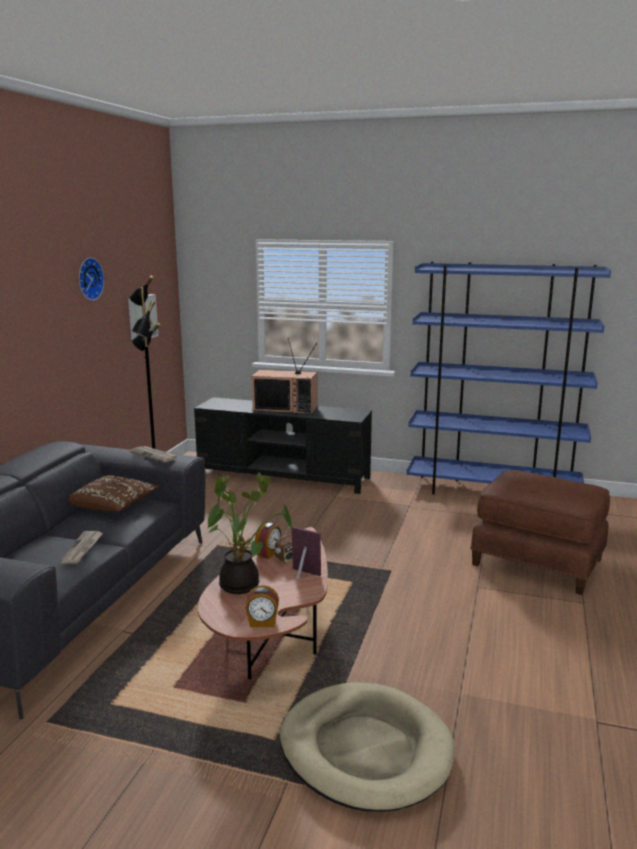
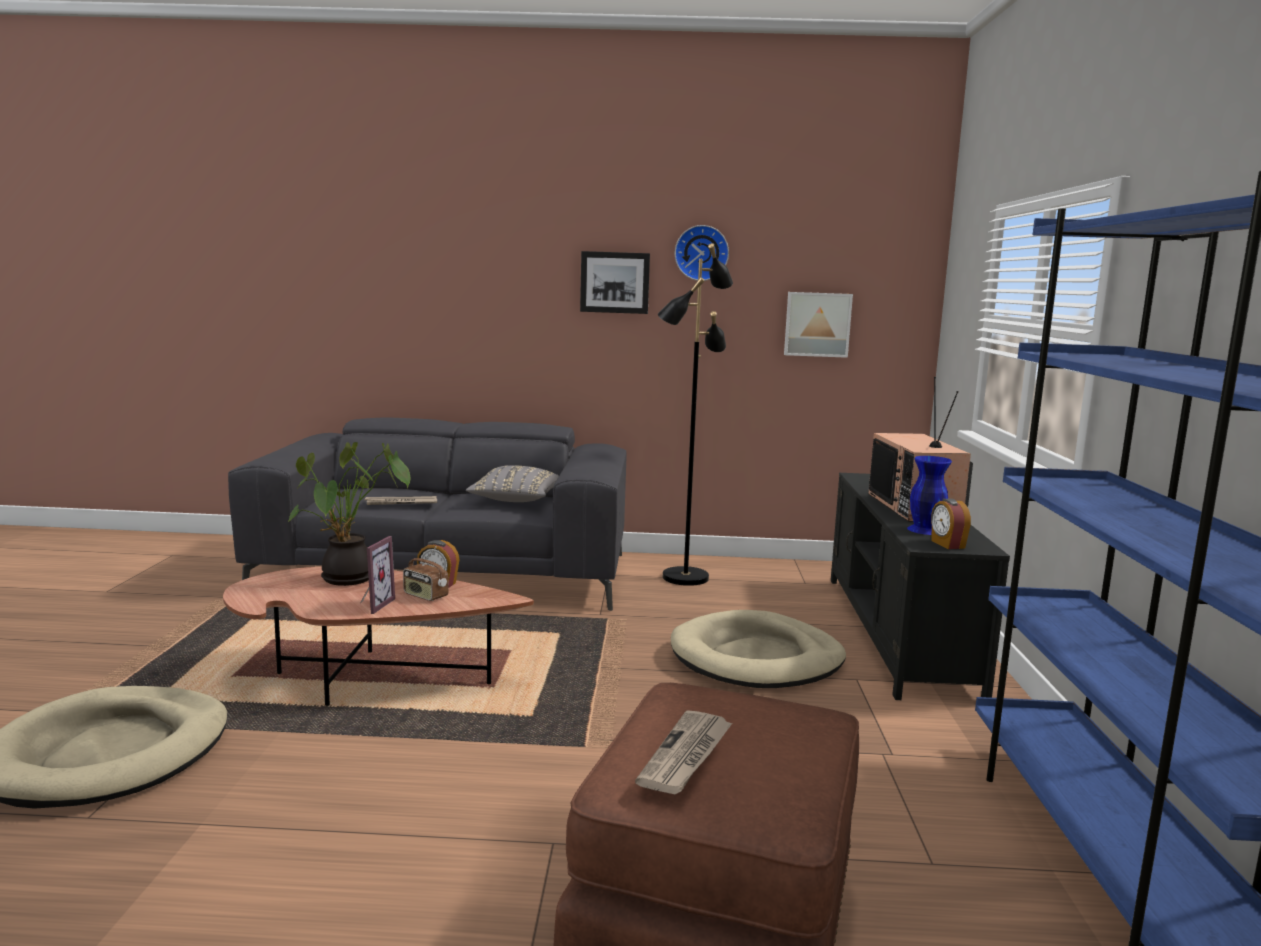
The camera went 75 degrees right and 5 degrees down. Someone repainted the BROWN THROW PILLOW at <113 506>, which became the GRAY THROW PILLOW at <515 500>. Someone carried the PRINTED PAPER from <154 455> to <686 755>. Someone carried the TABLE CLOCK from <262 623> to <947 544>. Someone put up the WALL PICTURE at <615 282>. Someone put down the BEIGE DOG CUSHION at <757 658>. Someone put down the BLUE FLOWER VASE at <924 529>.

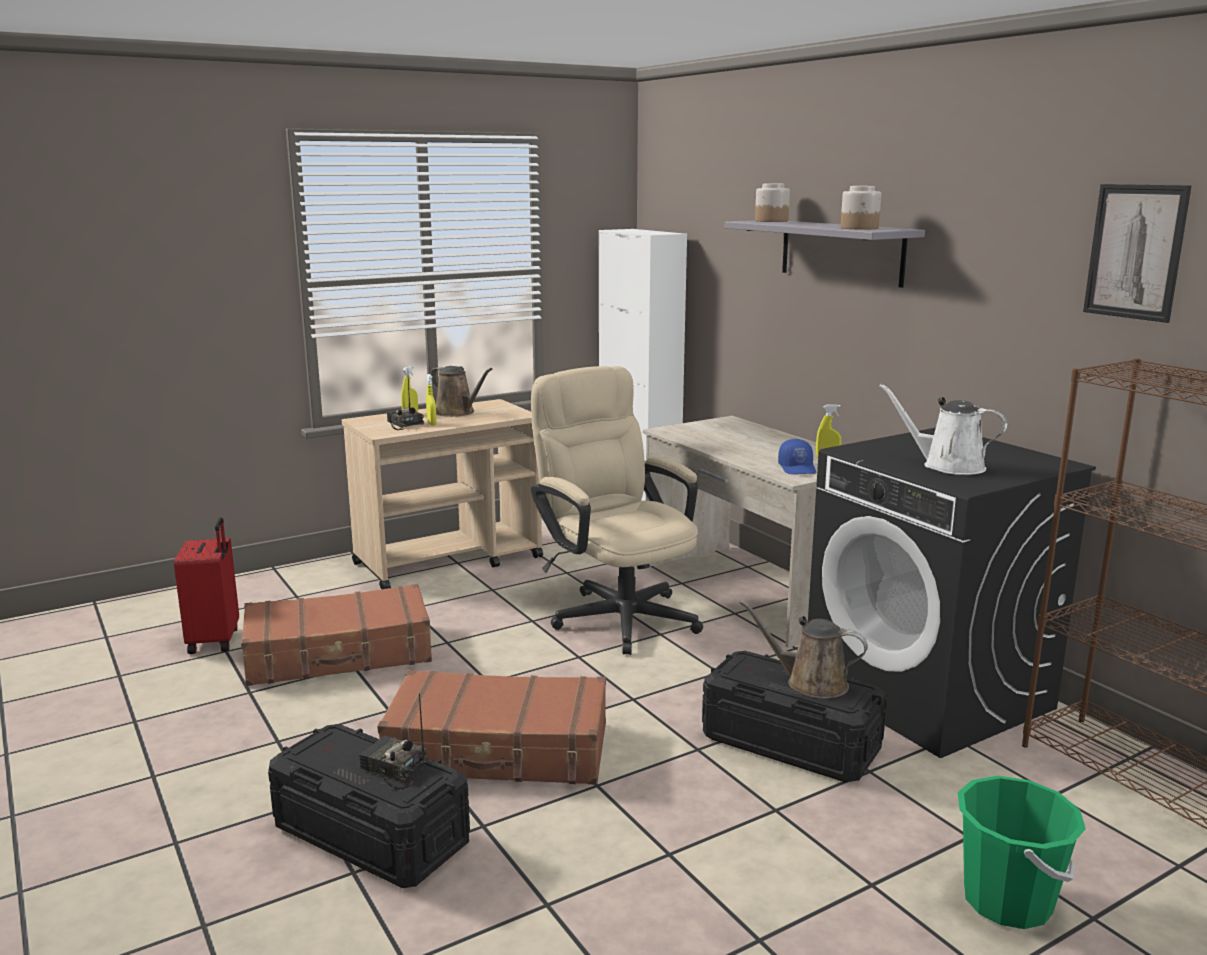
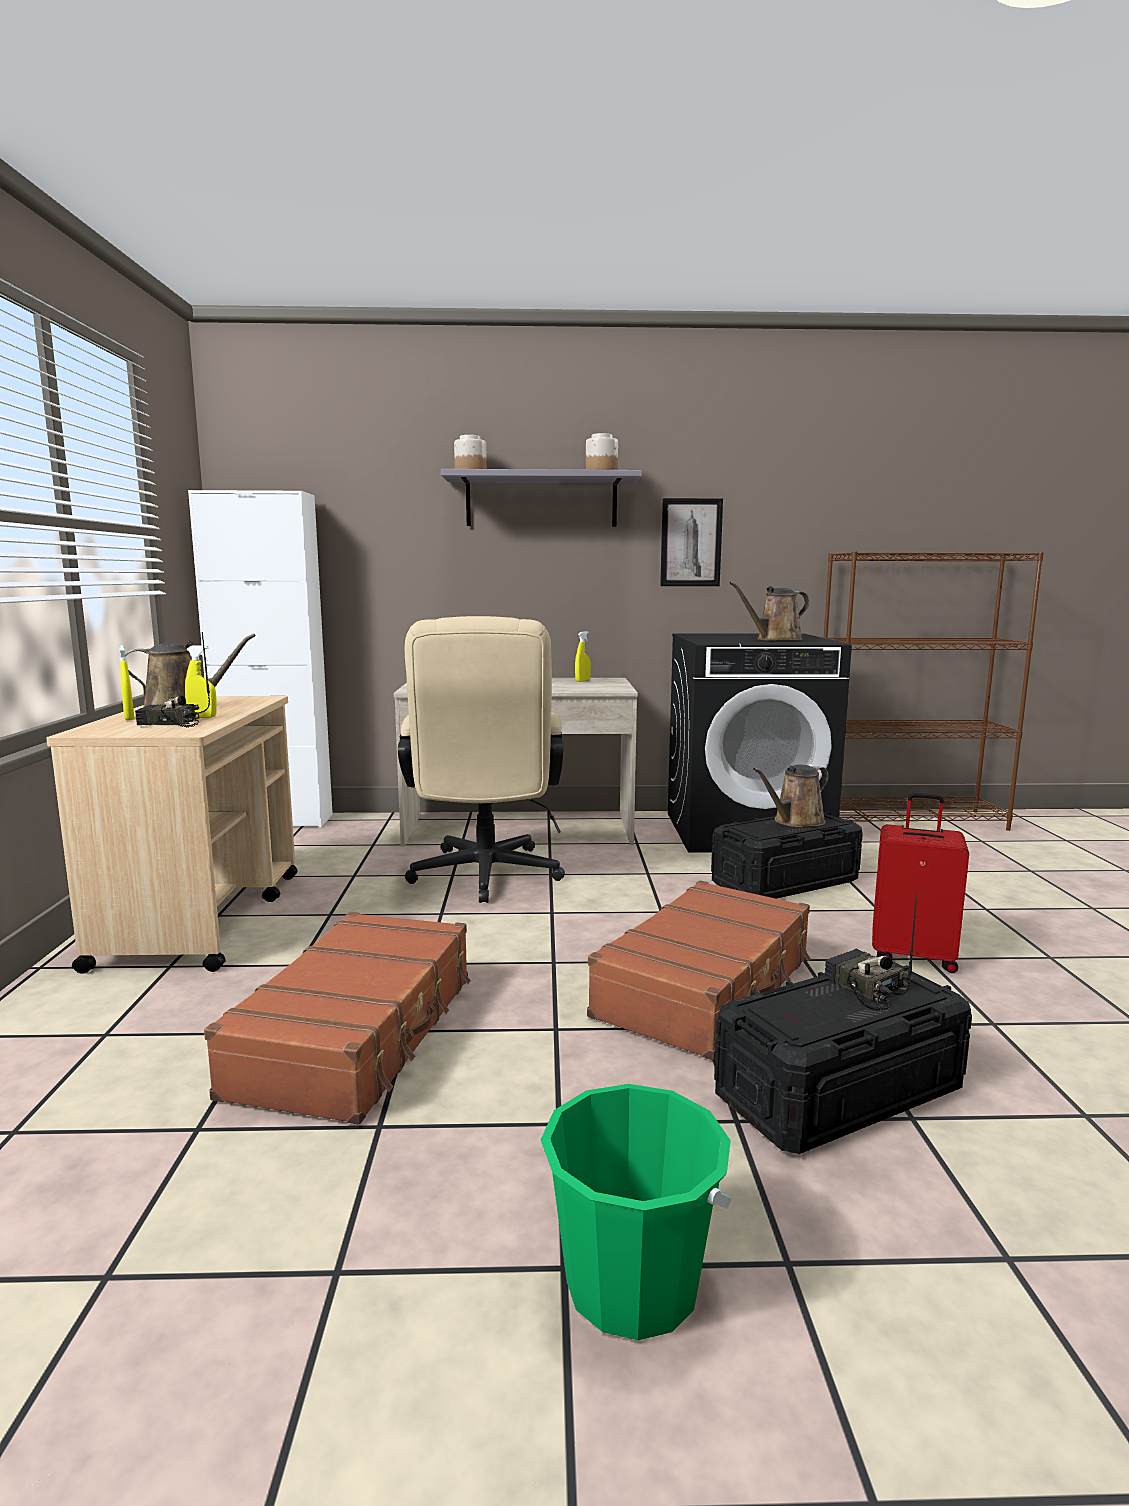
The camera went 60 degrees left and 5 degrees down. Someone carried the REDDISH PIECE OF LUGGAGE from <216 640> to <913 956>. Someone rotated the RADIO at <393 769> by 90 degrees clockwise. Someone rotated the BEIGE COMPUTER CHAIR at <617 614> by 90 degrees counterclockwise. Someone took away the BLUE BASEBALL CAP at <798 468>. Someone repainted the WHITE WATERING CAN at <947 466>, which became the BROWN WATERING CAN at <775 639>. Someone carried the GREEN-COLOURED BUCKET from <1007 901> to <632 1285>. Someone carried the WALL PICTURE from <1135 252> to <691 542>.

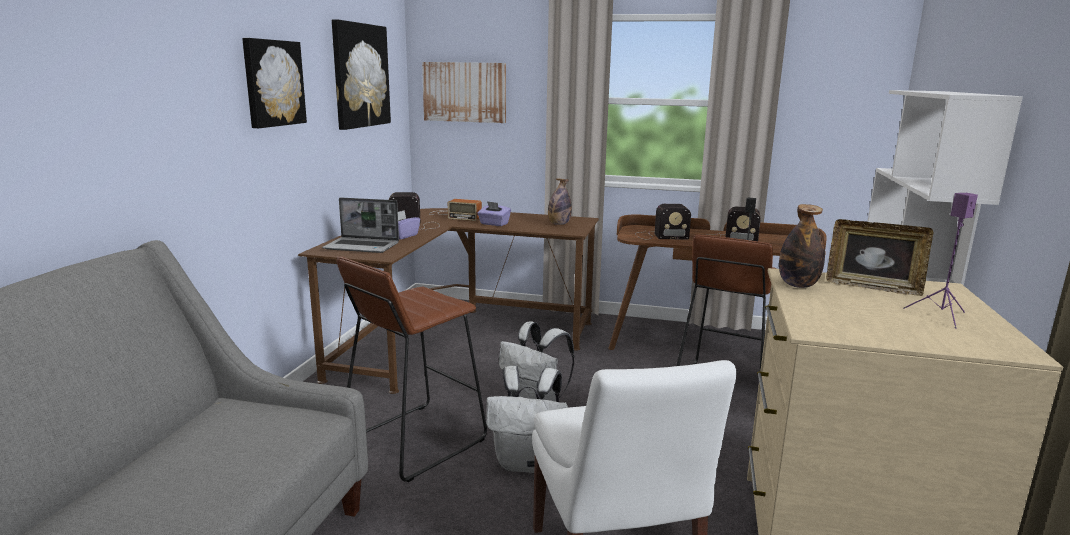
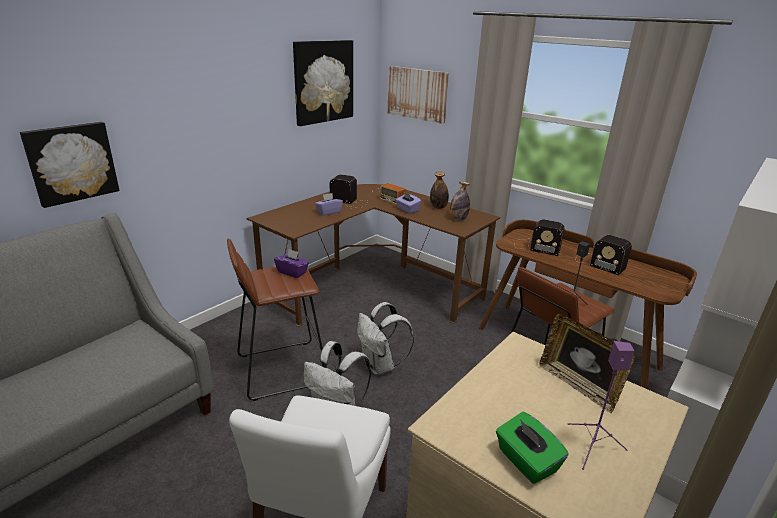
The camera went 25 degrees right and 10 degrees up. Someone carried the WALL PICTURE from <272 83> to <71 163>. Someone took away the LAPTOP at <363 246>. Someone carried the BOTTLE from <798 285> to <438 207>. Someone put down the PURPLE BOX OF TISSUES at <292 272>. Someone put down the GREEN-COLOURED BOX OF TISSUES at <526 461>.

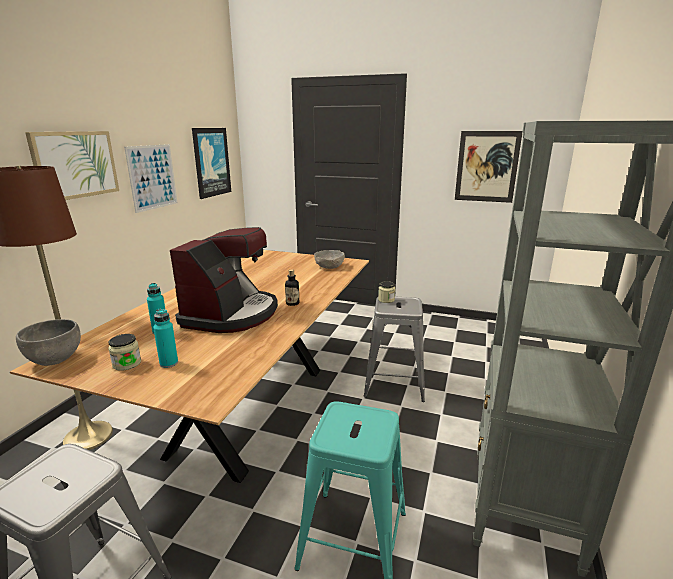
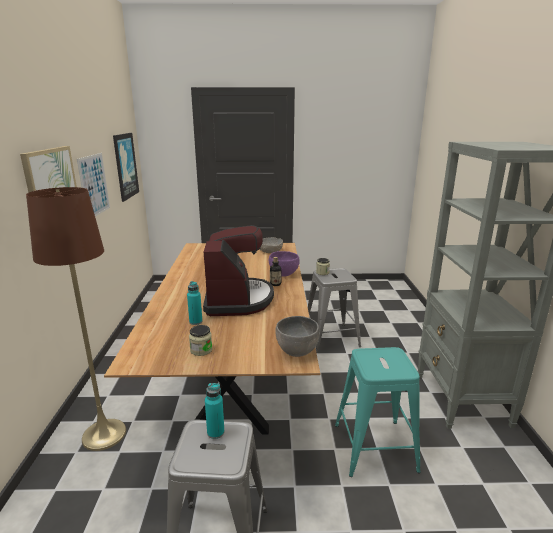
The camera went 20 degrees left and 0 degrees up. Someone carried the GRAY BOWL from <54 360> to <297 351>. Someone carried the TURQUOISE-COLOURED BOTTLE from <169 363> to <215 432>. Someone took away the WALL PICTURE at <486 166>. Someone put down the PURPLE BOWL at <283 274>.

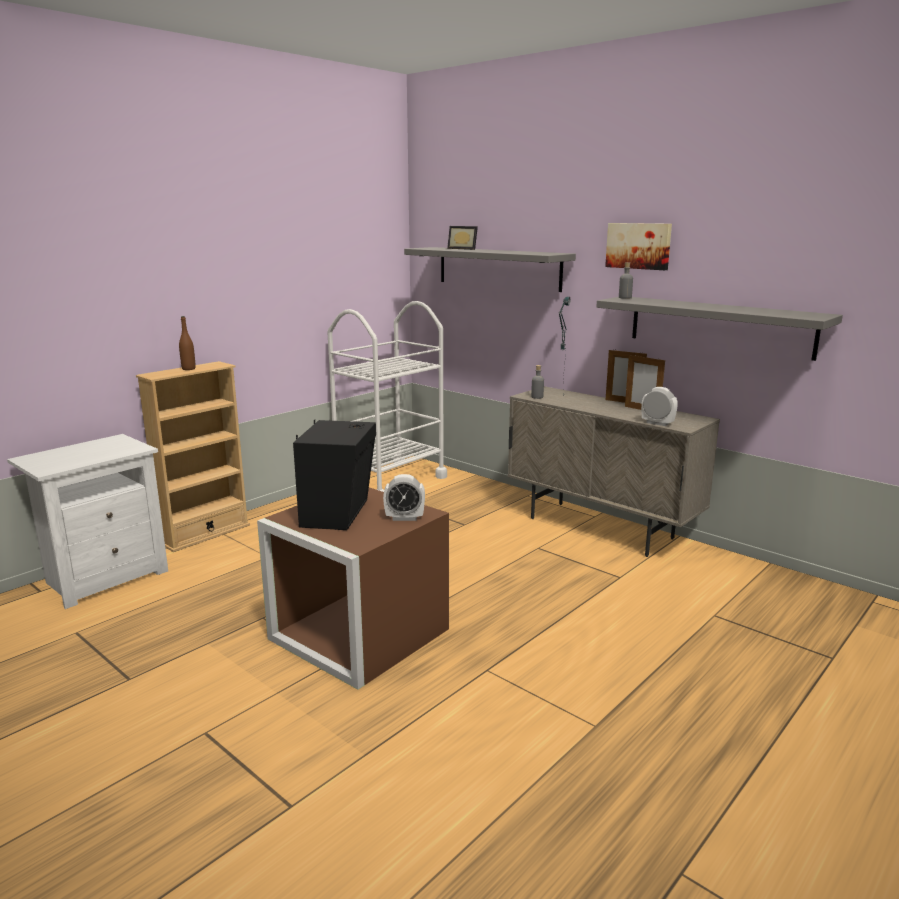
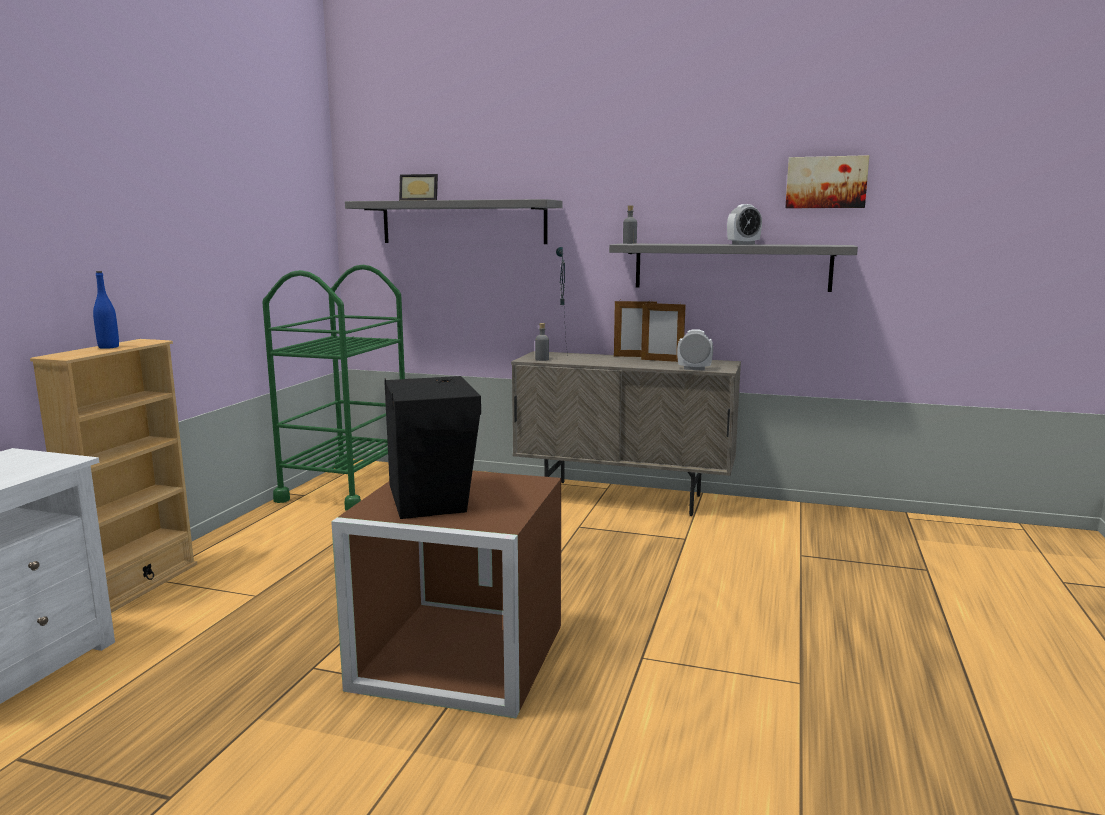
The camera went 25 degrees left and 5 degrees down. Someone repainted the BROWN BOTTLE at <188 369>, which became the BLUE BOTTLE at <108 347>. Someone repainted the WHITE CART at <389 481>, which became the GREEN-COLOURED CART at <346 487>. Someone carried the TABLE CLOCK from <404 518> to <743 244>. Someone carried the WALL PICTURE from <639 246> to <826 182>.

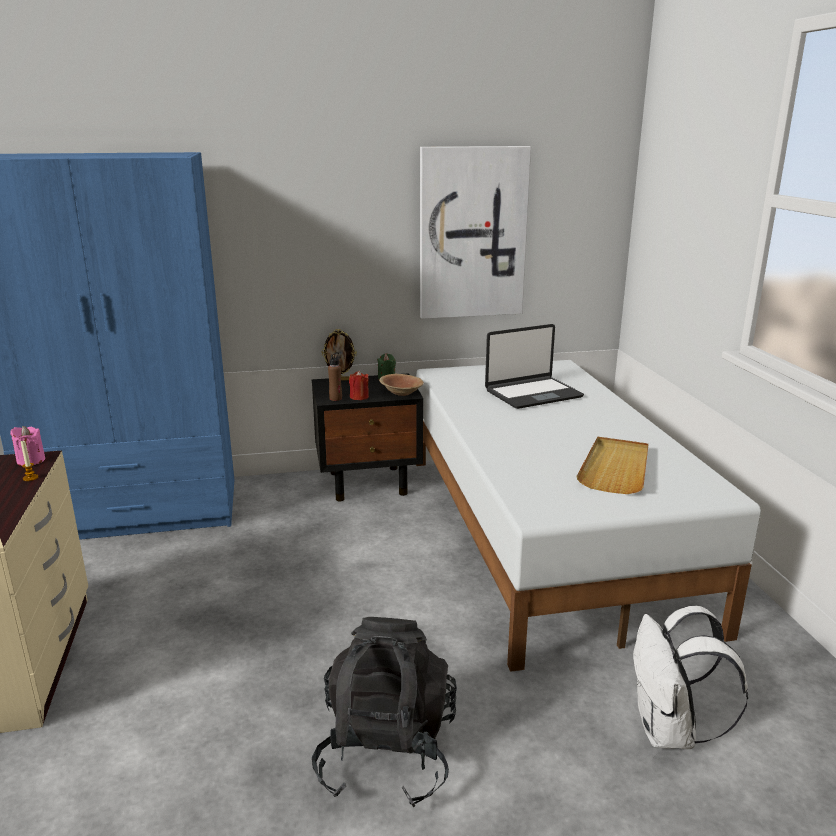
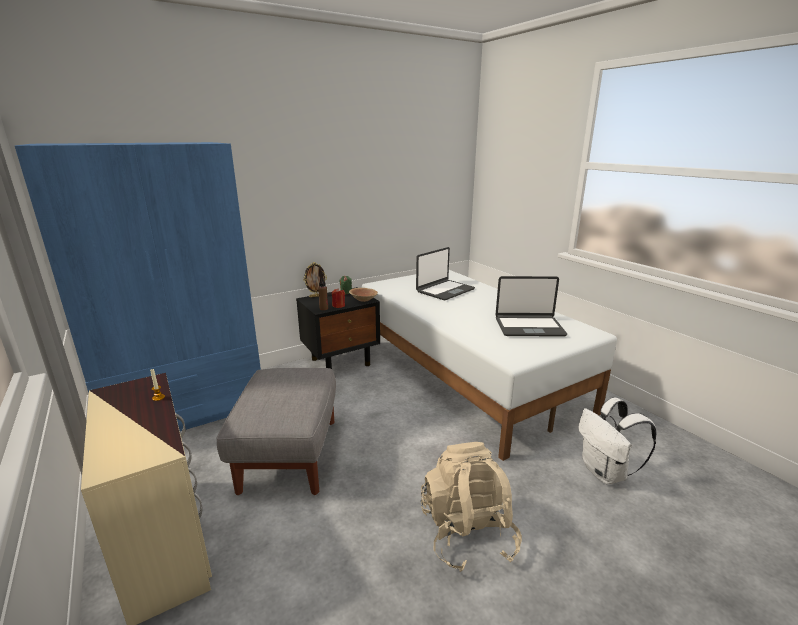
The camera went 20 degrees left and 0 degrees up. Someone took away the PINKISH WAX LIGHT at <31 460>. Someone repainted the BLACKISH RUCKSACK at <386 754>, which became the BEIGE RUCKSACK at <467 533>. Someone took away the WALL PICTURE at <472 233>. Someone swapped the BEIGE SERVING TRAY at <615 468> for the LAPTOP at <529 327>. Someone put down the GRAY FOOTREST at <289 454>.

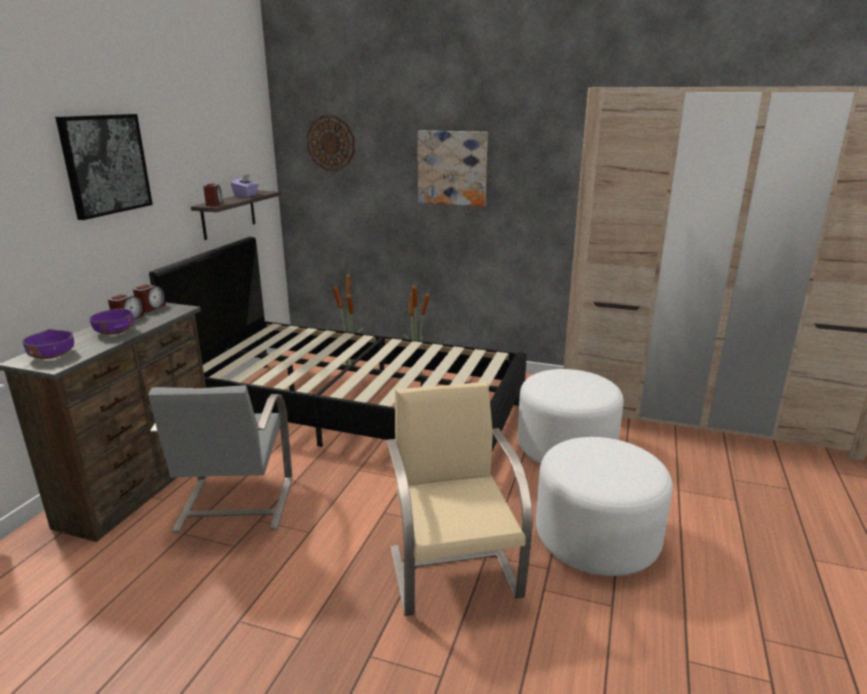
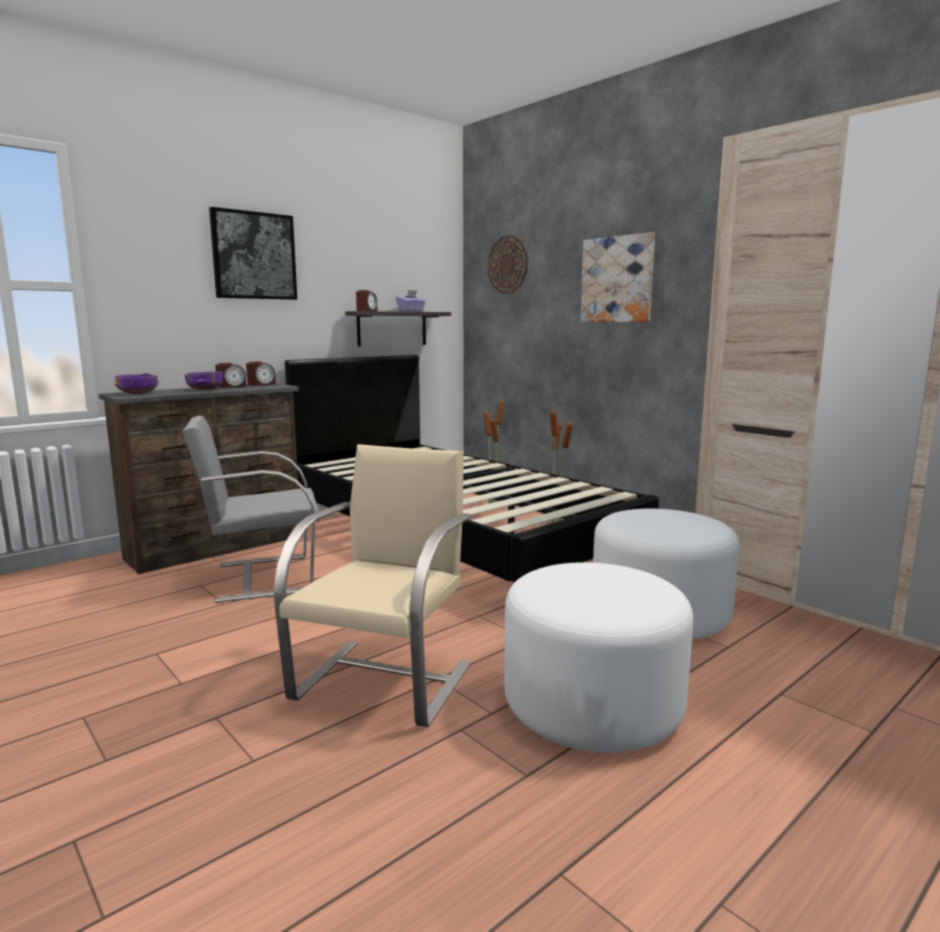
The camera went 30 degrees right and 10 degrees down. Someone rotated the GRAY UPRIGHT CHAIR at <234 505> by 45 degrees clockwise.

